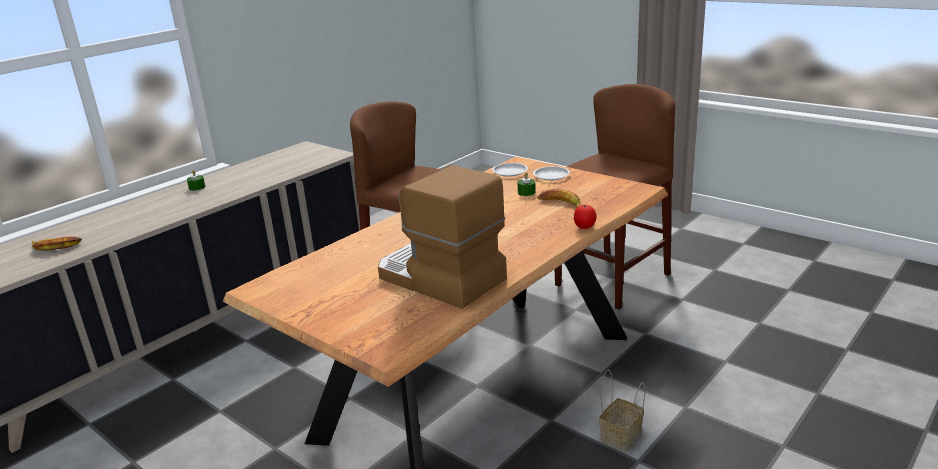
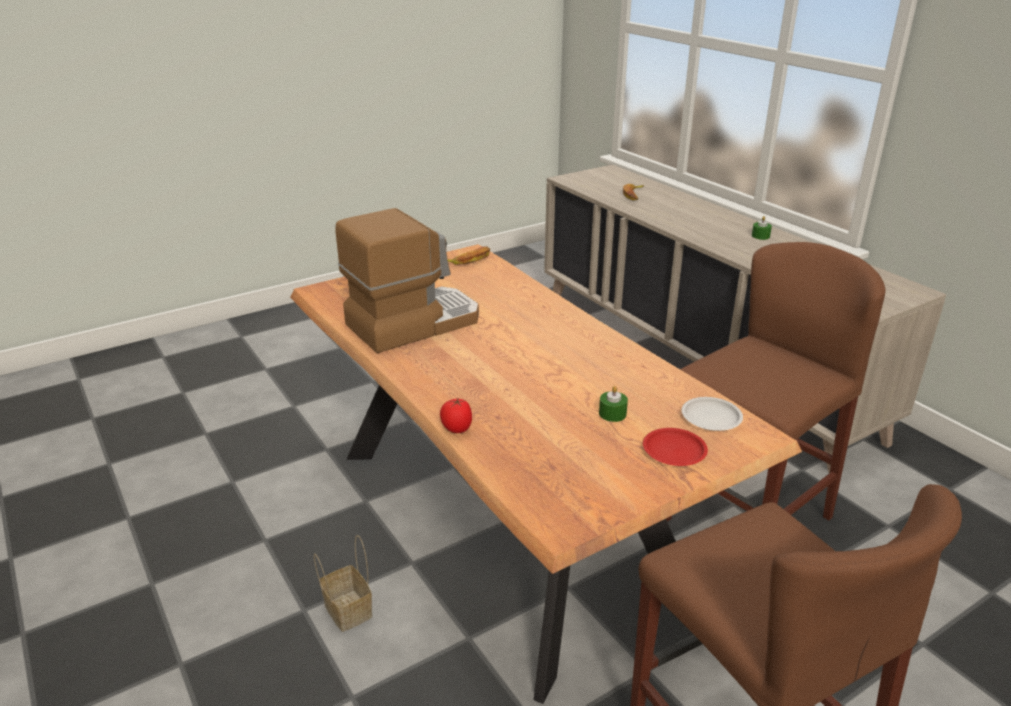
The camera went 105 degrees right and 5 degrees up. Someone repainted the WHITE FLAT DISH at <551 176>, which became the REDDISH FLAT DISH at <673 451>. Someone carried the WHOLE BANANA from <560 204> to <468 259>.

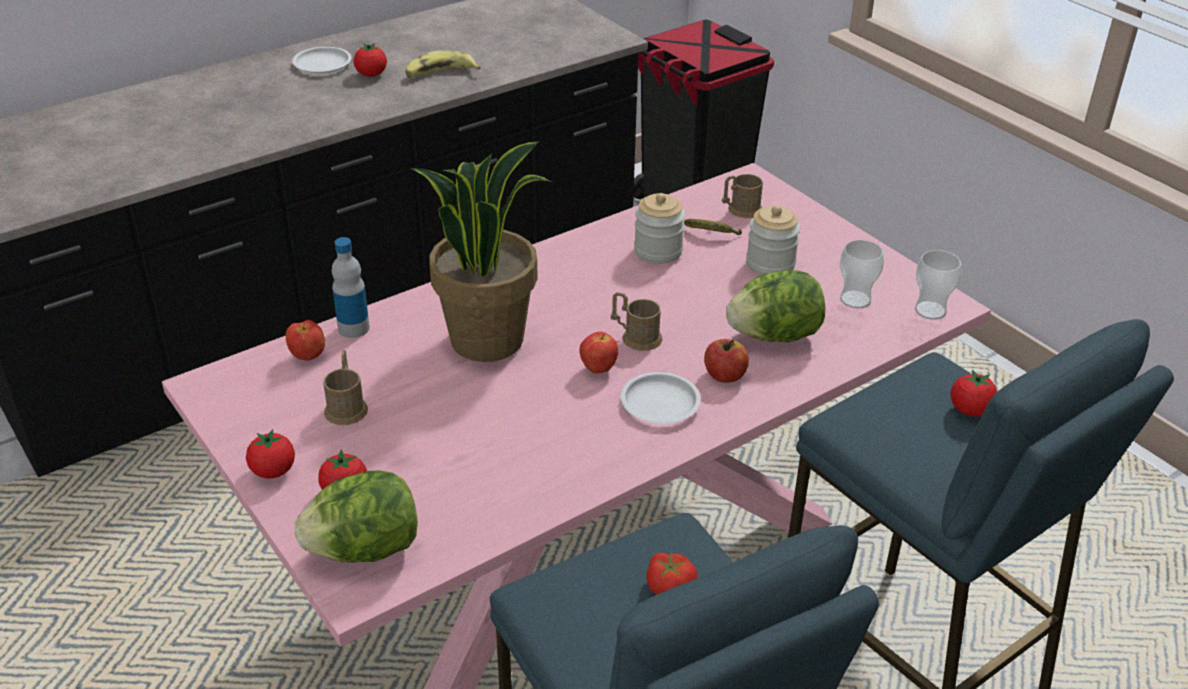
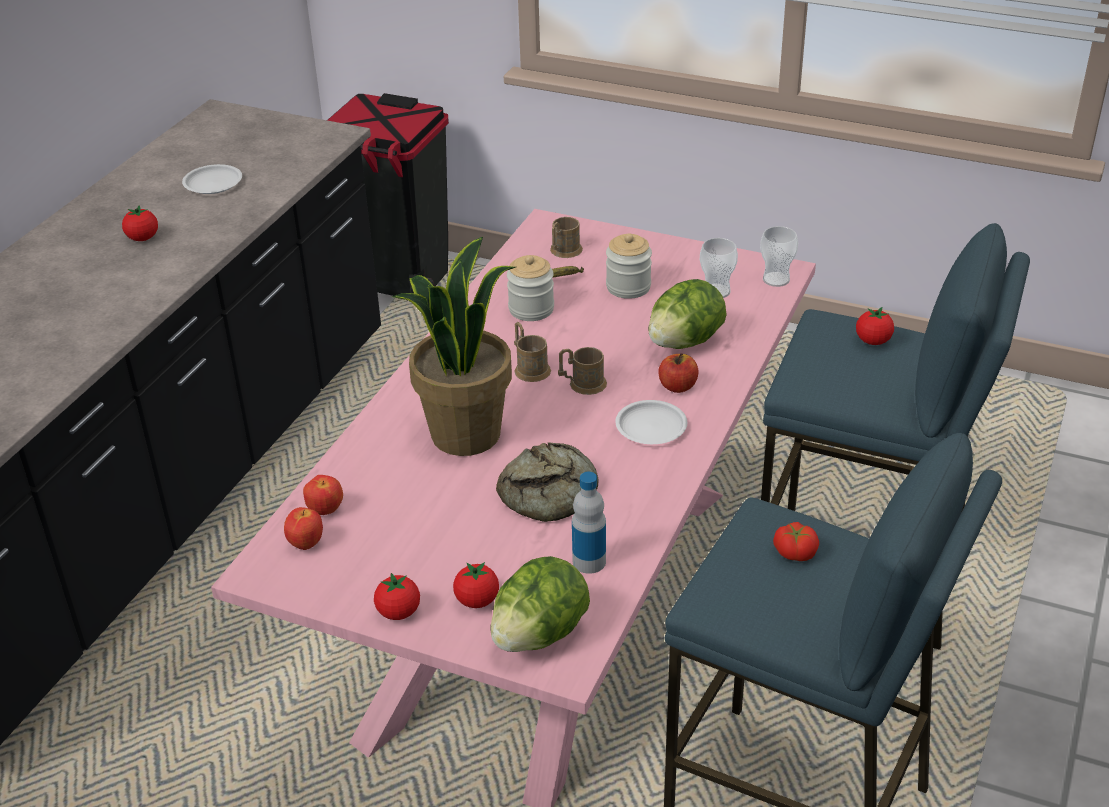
The camera went 30 degrees left and 0 degrees up. Someone carried the WHITE FLAT DISH from <322 64> to <212 183>. Someone carried the BROWN MUG from <346 406> to <529 368>. Someone carried the BOTTLE from <353 328> to <589 561>. Someone took away the WHOLE BANANA at <440 74>. Someone carried the WHOLE APPLE from <598 369> to <305 544>. Someone put down the BAKED BREAD at <552 492>.

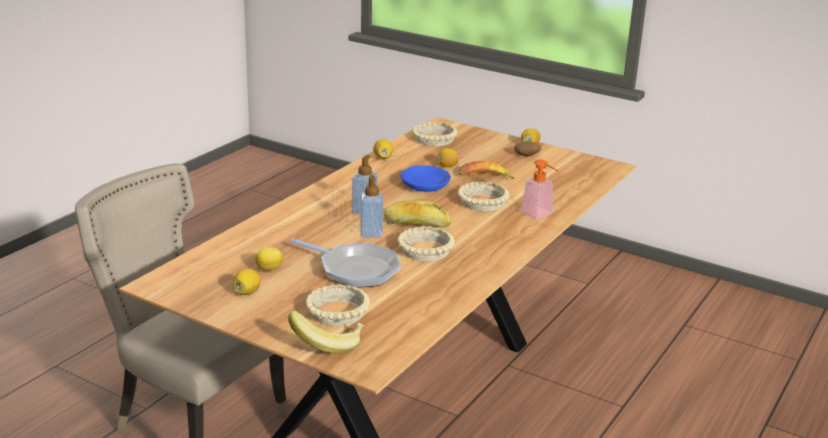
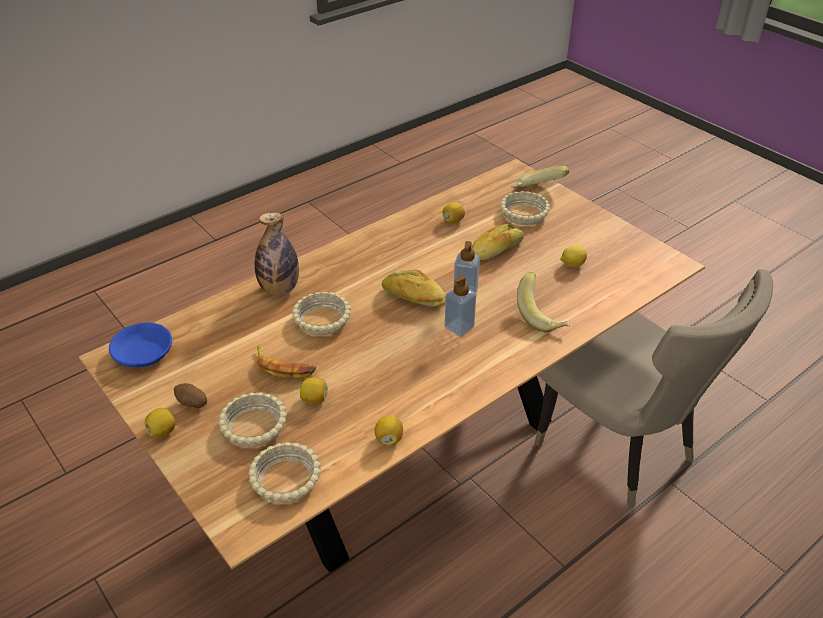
The camera went 160 degrees left and 15 degrees up. Someone carried the WHOLE LEMON from <247 292> to <453 221>. Someone swapped the FRYING PAN at <355 270> for the BAKED BREAD at <496 250>. Someone carried the BEIGE BOWL from <425 250> to <255 426>. Someone carried the BLUE BOWL from <424 185> to <143 354>. Someone swapped the SOAP BOTTLE at <540 215> for the BOTTLE at <279 289>. Someone put down the WHOLE BANANA at <542 316>.

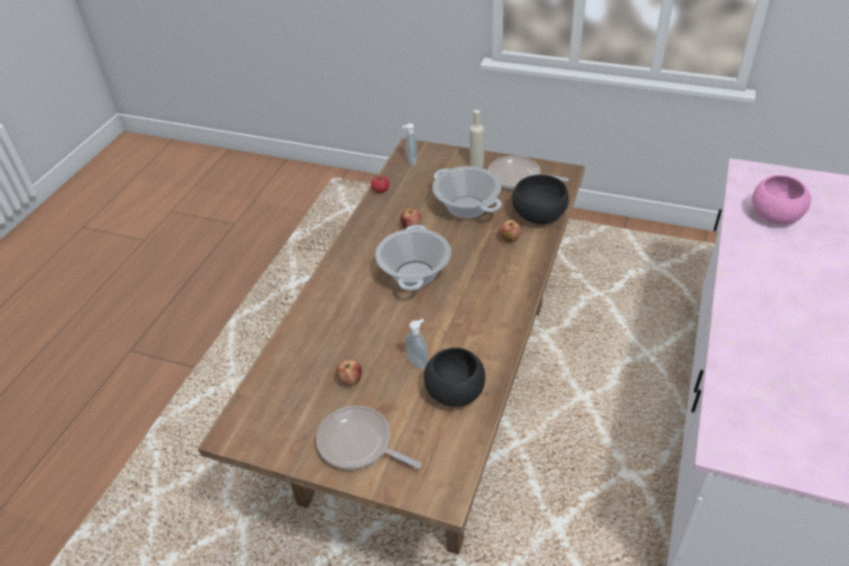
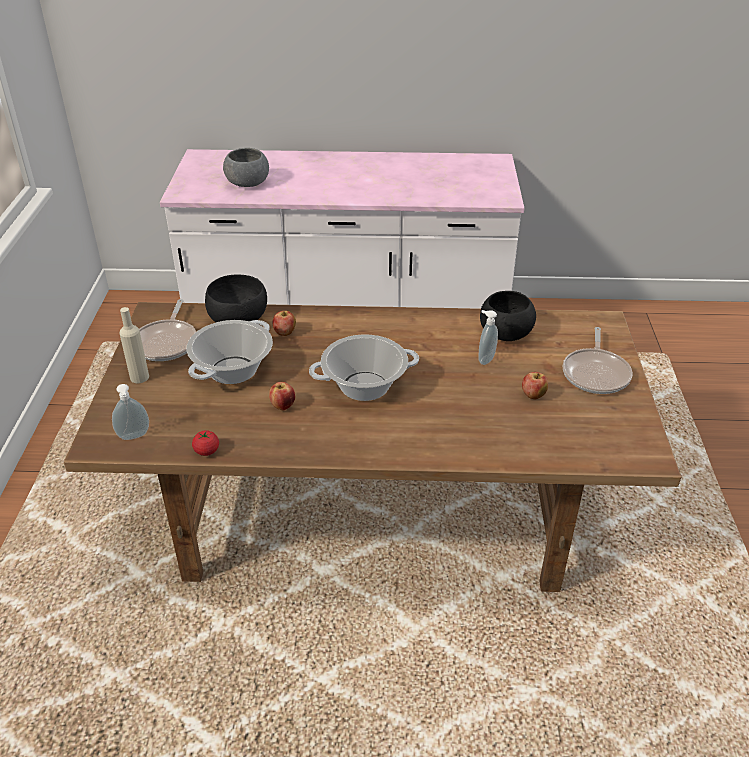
The camera went 110 degrees left and 5 degrees down. Someone repainted the PINKISH BOWL at <774 216>, which became the GRAY BOWL at <248 183>.

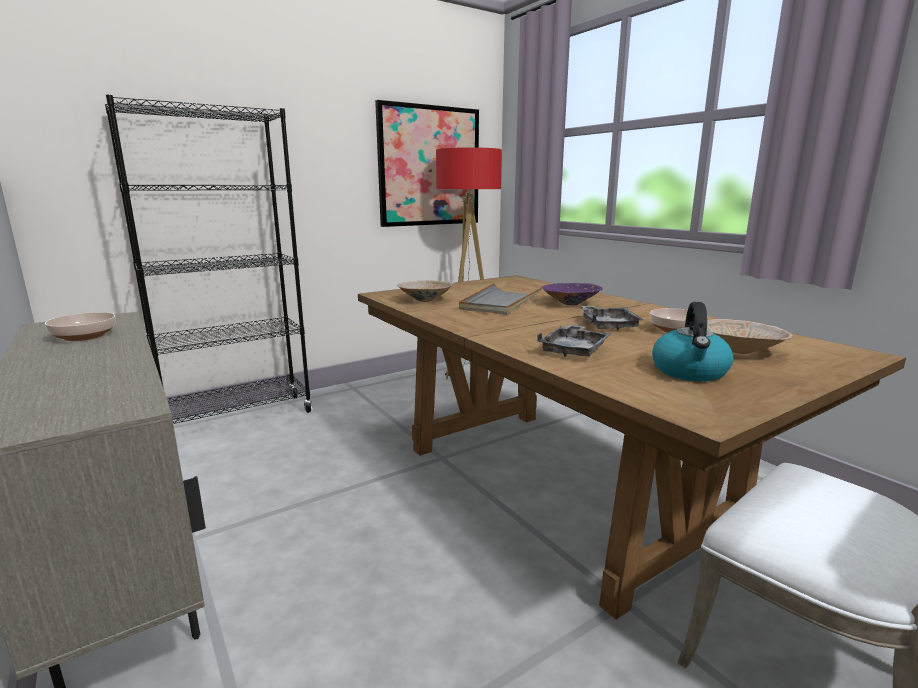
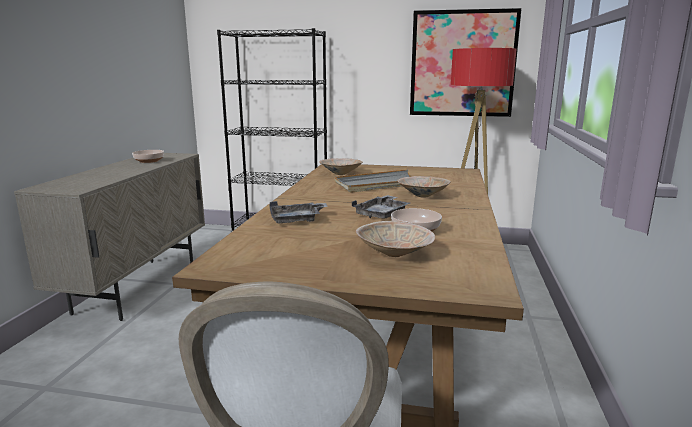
The camera went 45 degrees right and 0 degrees up. Someone repainted the PURPLE BOWL at <569 303>, which became the BEIGE BOWL at <423 195>. Someone took away the WATER KETTLE at <690 372>.

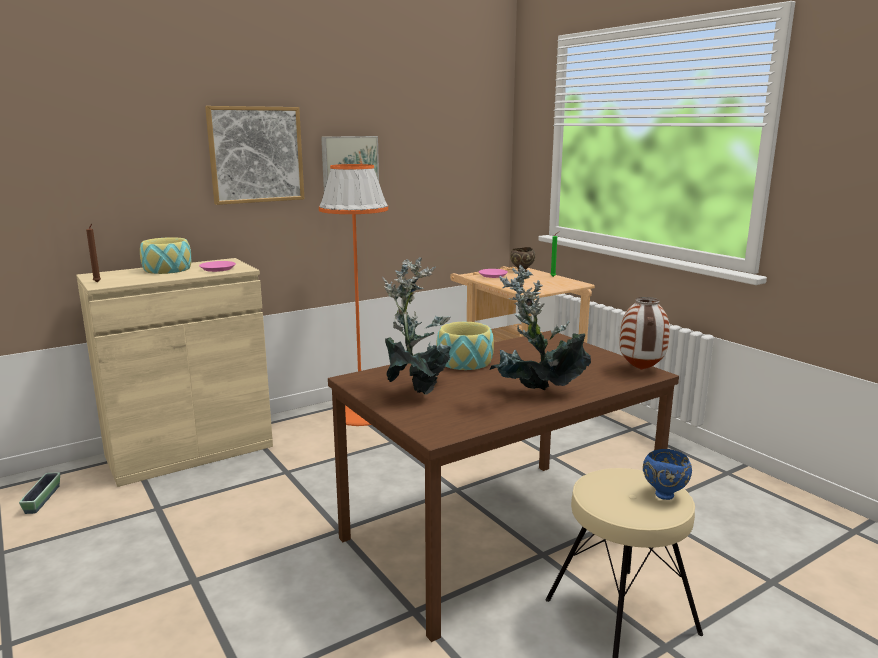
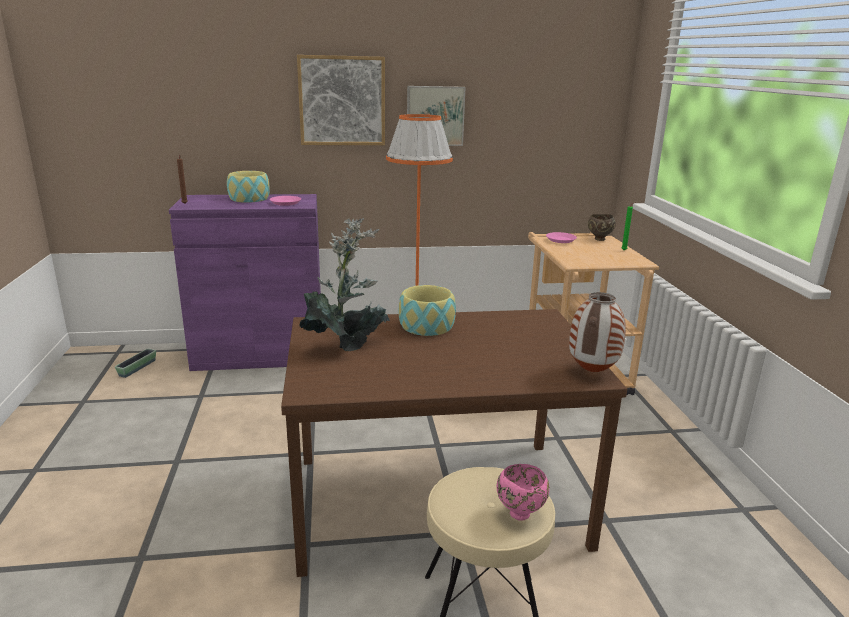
The camera went 25 degrees right and 5 degrees up. Someone repainted the BEIGE STORAGE CABINET at <190 451>, which became the PURPLE STORAGE CABINET at <259 354>. Someone took away the PLANT IN A POT at <536 394>. Someone repainted the BLUE BOWL at <664 494>, which became the PINKISH BOWL at <520 513>.

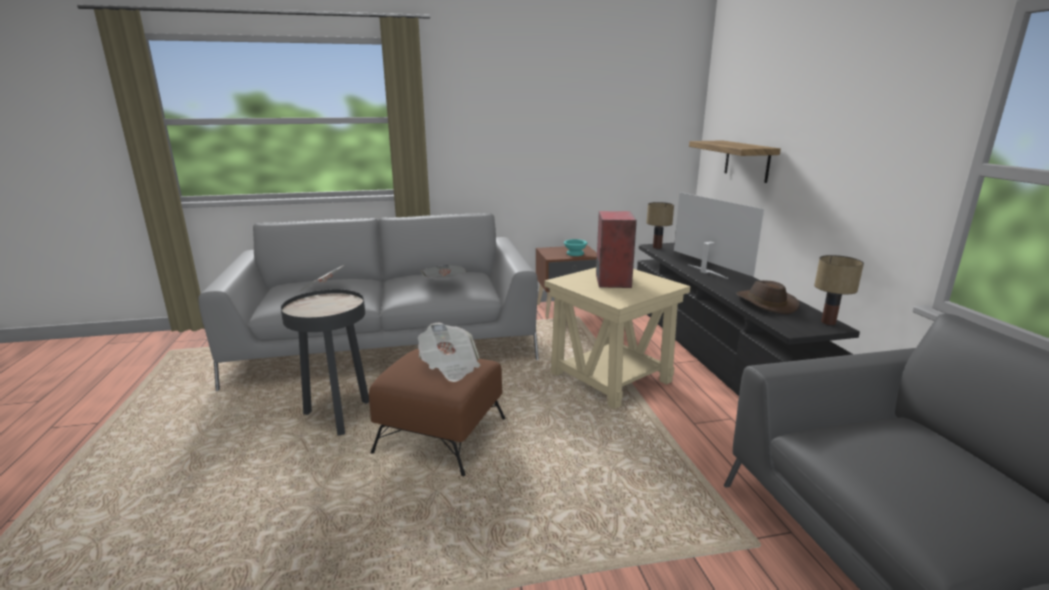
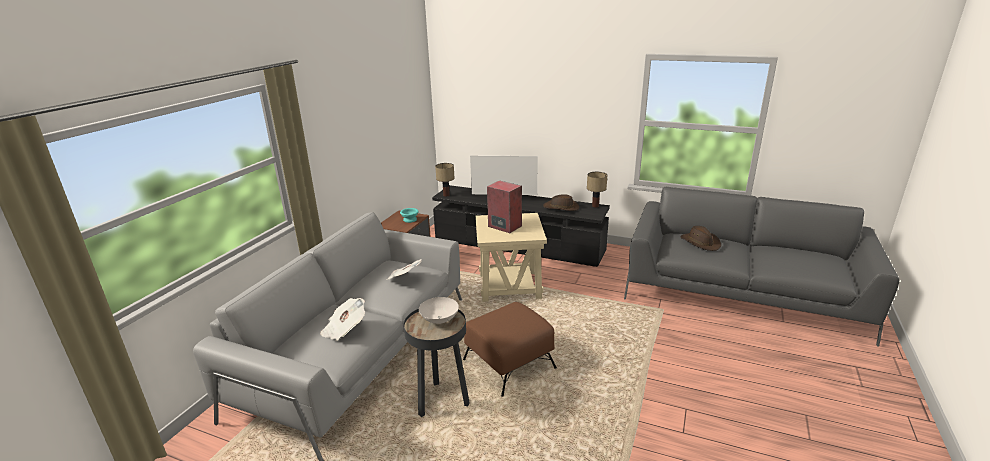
The camera went 55 degrees left and 5 degrees up. Someone took away the PRINTED PAPER at <449 367>. Someone took away the WALL SHELF at <747 161>. Someone put down the WHITE BOWL at <439 320>. Someone put down the BROWN WEARABLE HAT at <700 242>.

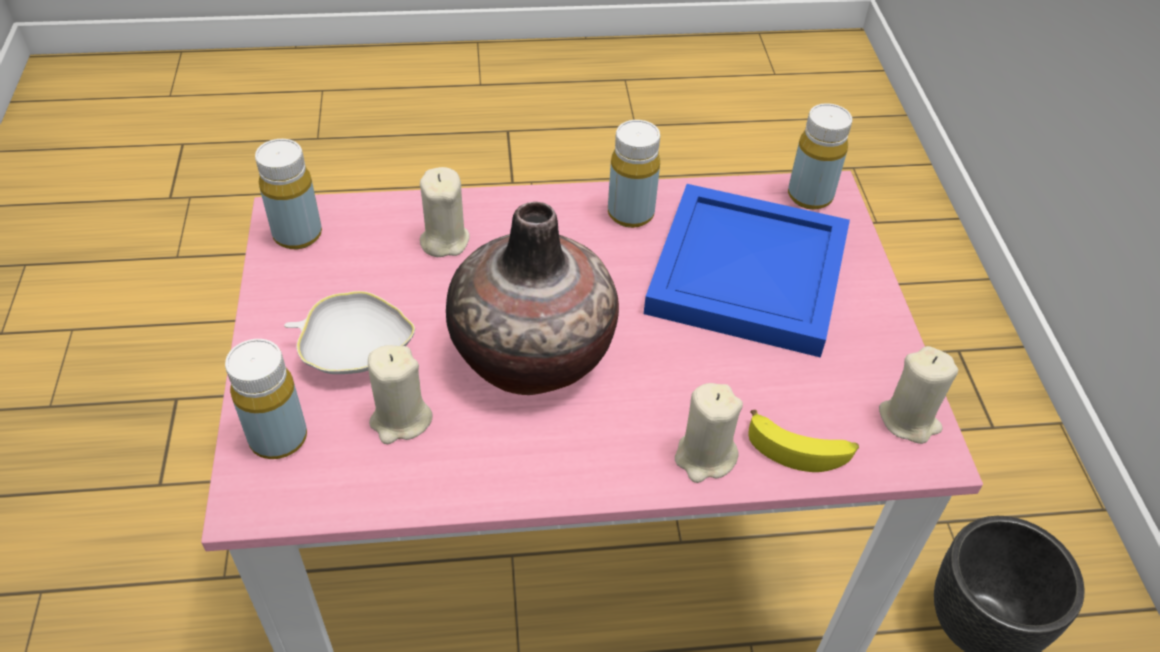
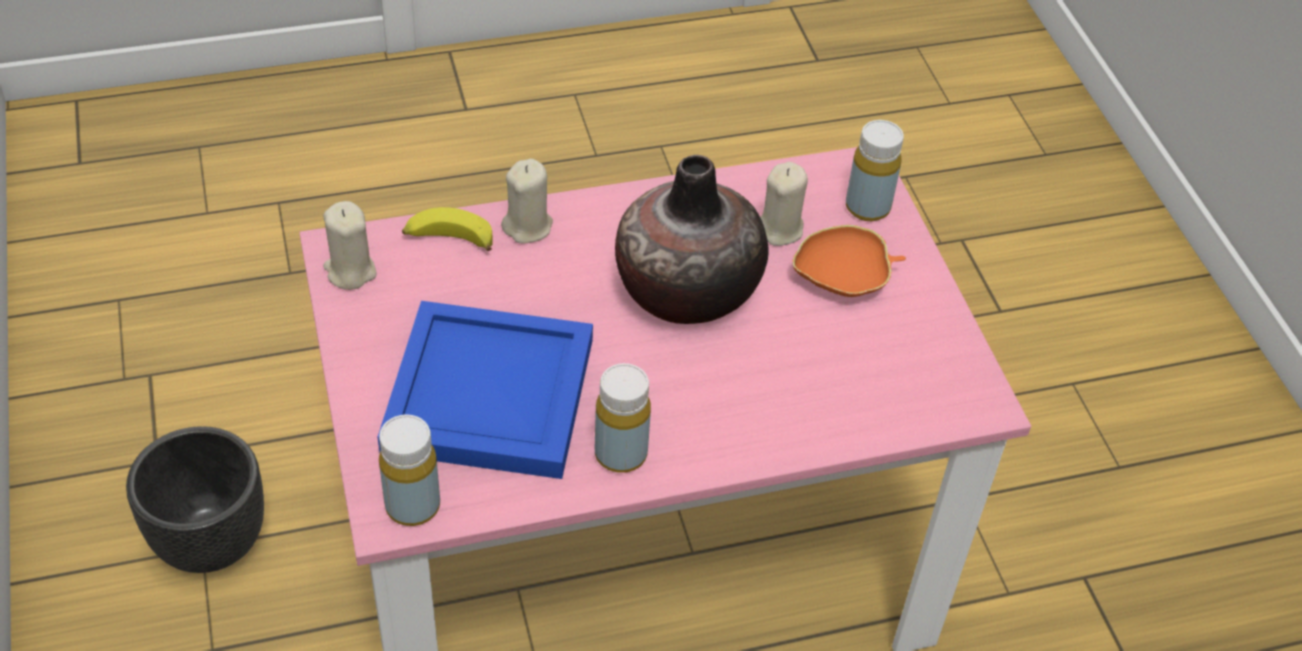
The camera went 170 degrees right and 0 degrees up. Someone took away the YELLOW-COLOURED BOTTLE at <297 234>. Someone repainted the WHITE BOWL at <354 351>, which became the ORANGE-COLOURED BOWL at <843 278>. Someone took away the BEIGE WAX LIGHT at <444 240>.

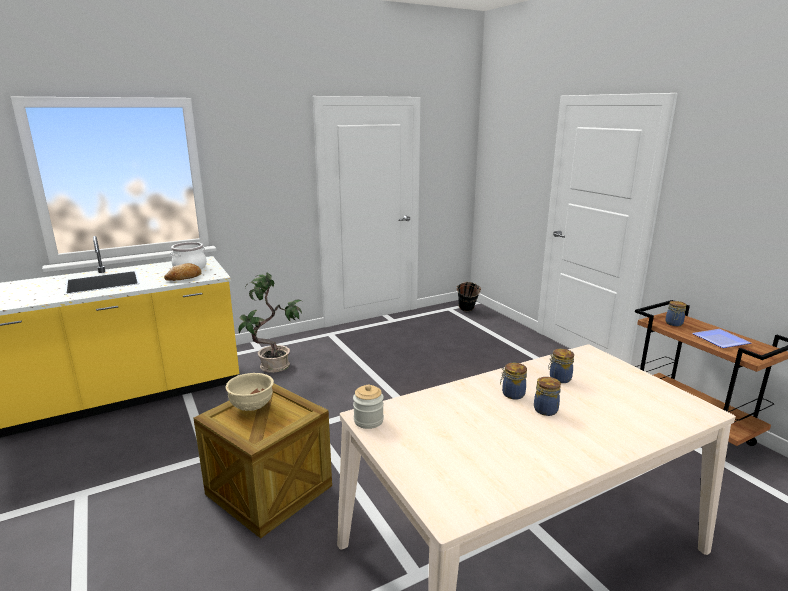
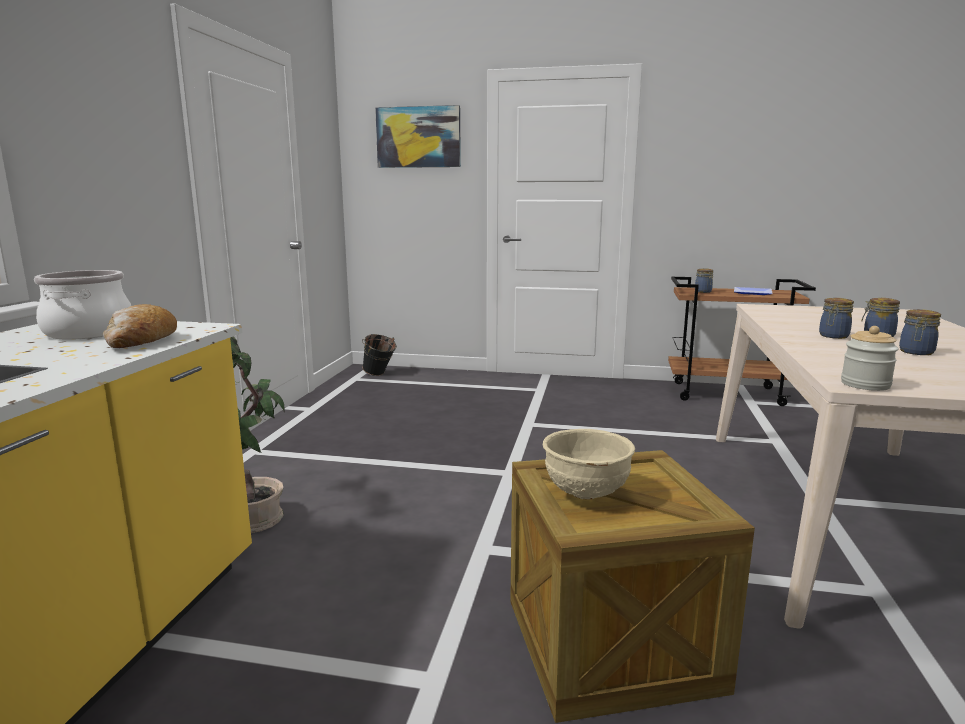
The camera went 50 degrees left and 5 degrees down. Someone carried the PRESERVE JAR from <559 378> to <916 352>. Someone put up the WALL PICTURE at <418 137>.

